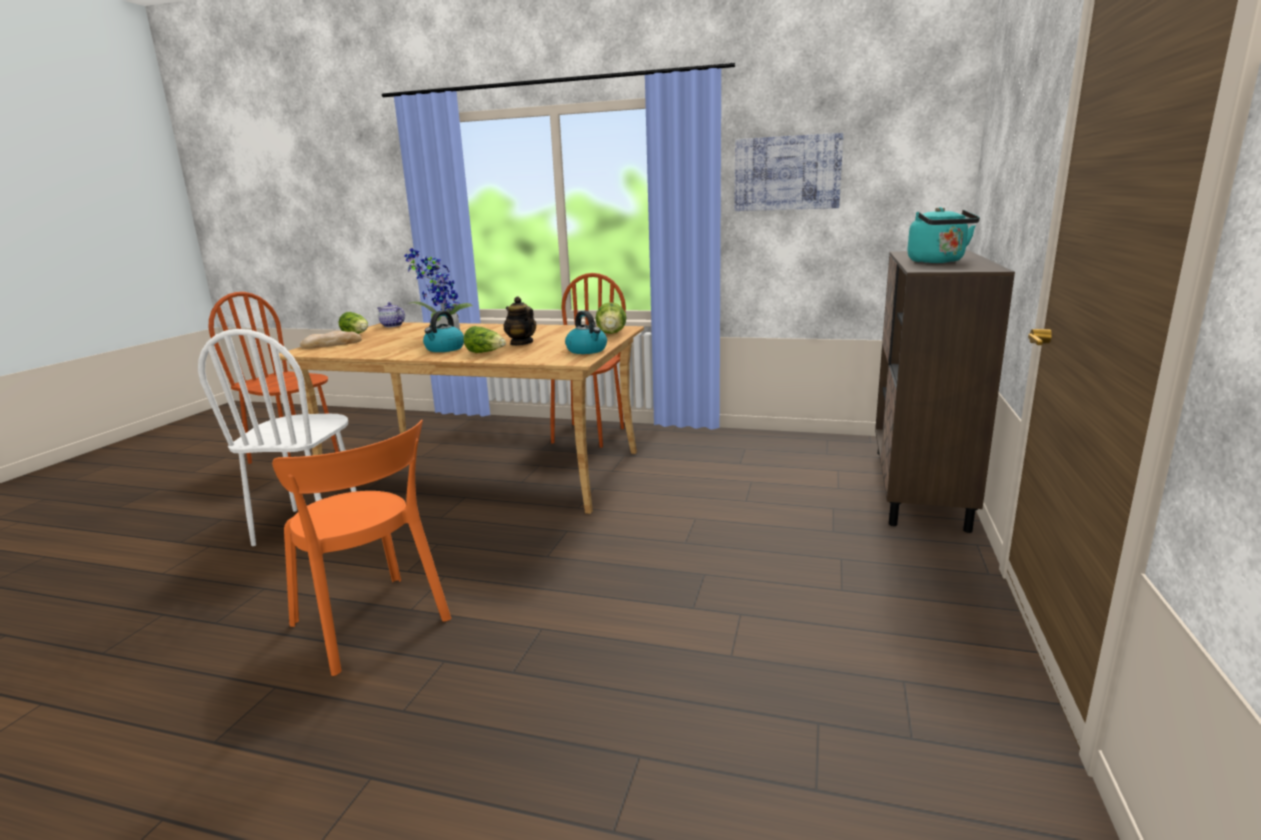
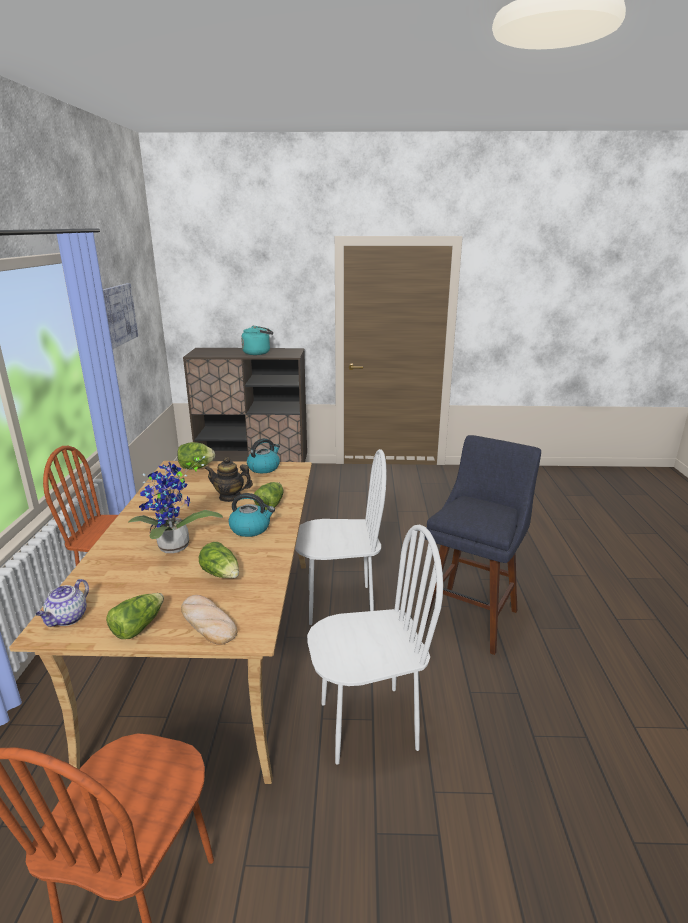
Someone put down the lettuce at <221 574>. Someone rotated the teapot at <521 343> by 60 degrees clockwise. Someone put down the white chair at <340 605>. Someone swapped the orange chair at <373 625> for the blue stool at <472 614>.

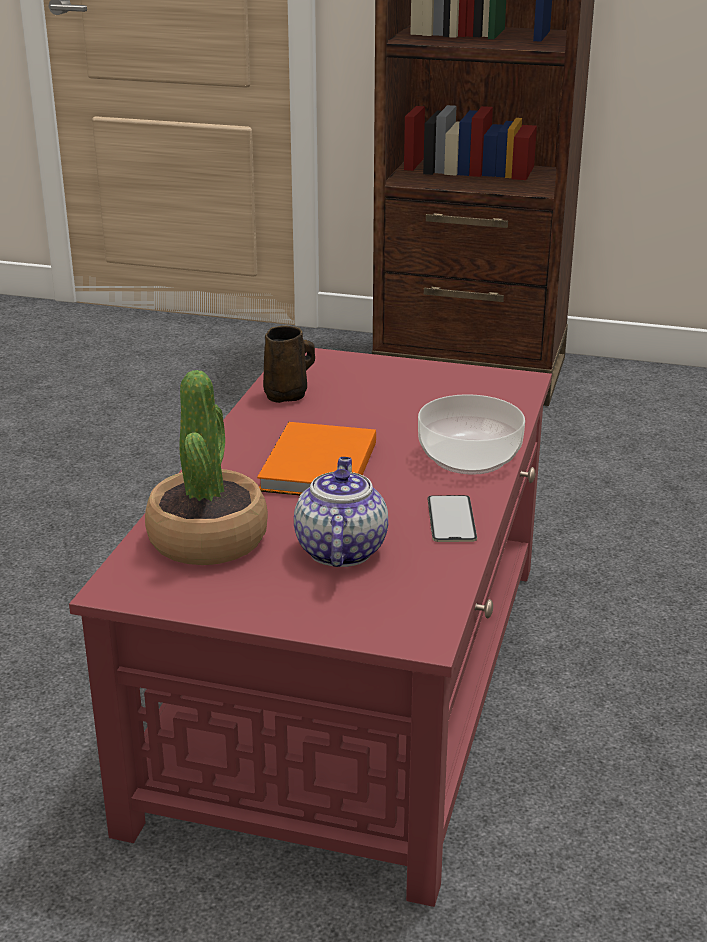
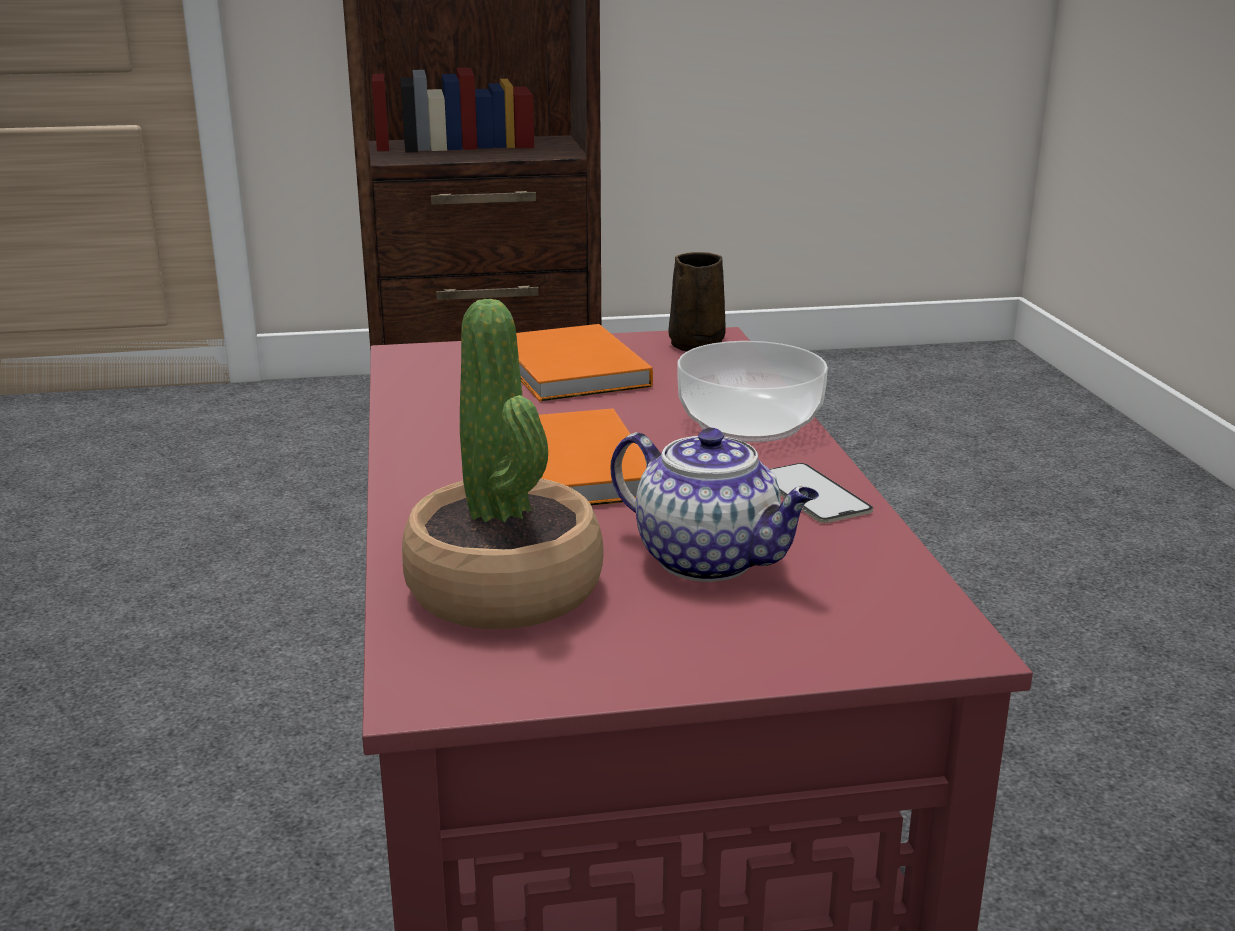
Someone put down the orange book at <570 371>. Someone rotated the teapot at <340 550> by 150 degrees clockwise. Someone carried the brown mug from <288 395> to <698 343>.

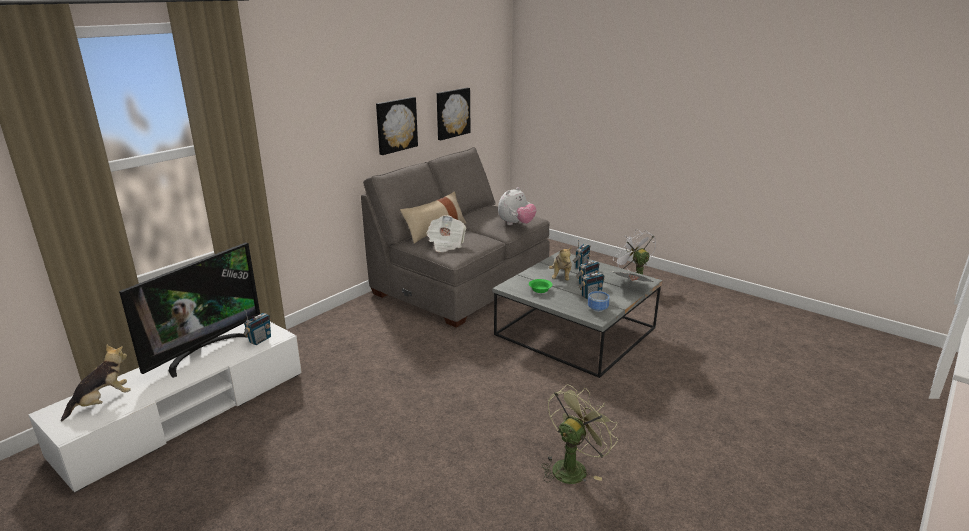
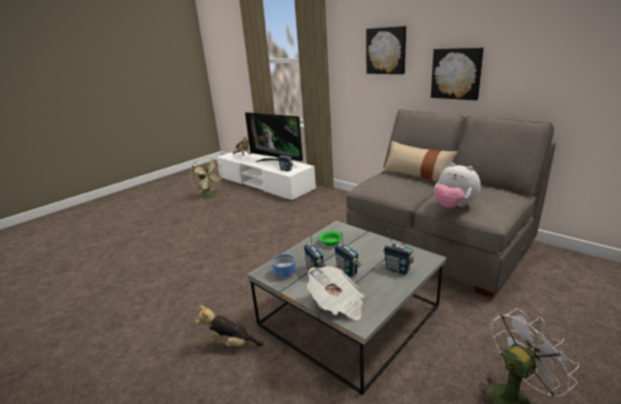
Someone carried the green fan from <573 467> to <210 195>. Someone carried the plush toy from <561 277> to <231 344>. Someone carried the picture from <452 113> to <386 50>. Someone took away the newspaper at <446 244>.

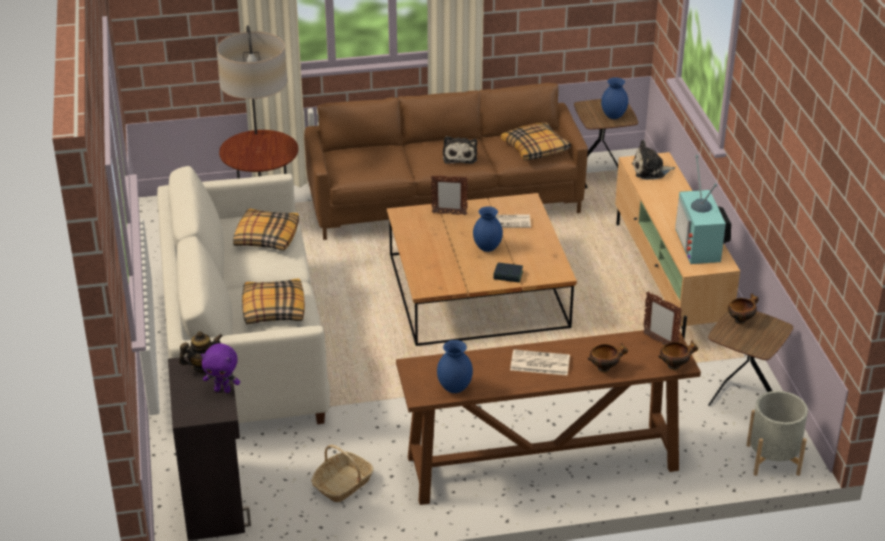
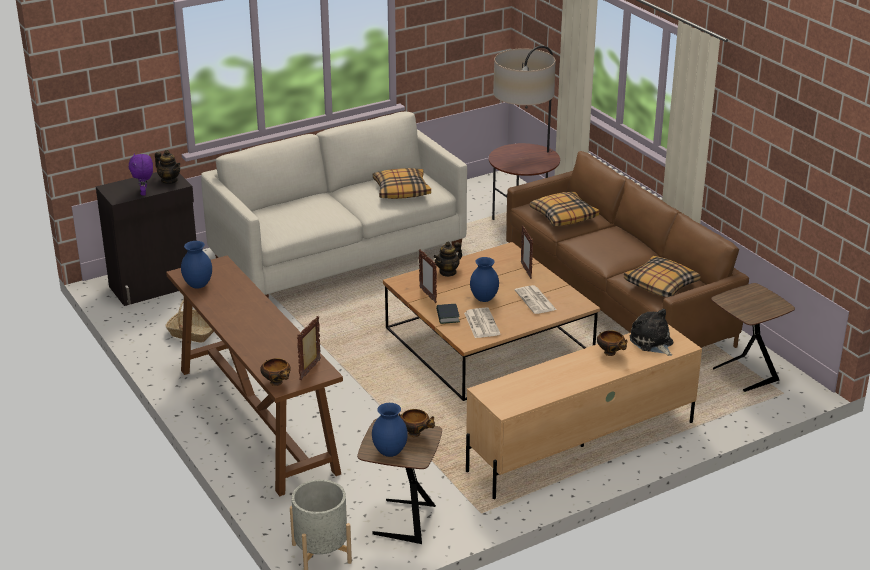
Someone carried the blue vase from <613 117> to <389 452>. Someone put down the picture frame at <428 295>. Someone put down the teapot at <448 272>. Someone carried the newspaper from <539 363> to <481 323>. Someone carried the pillow from <273 309> to <563 216>. Someone carried the bowl from <605 368> to <611 353>. Someone took away the plush toy at <460 156>. Someone took away the television at <701 245>.

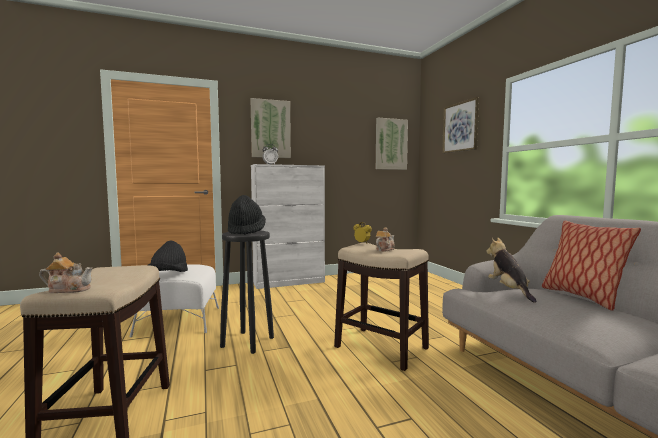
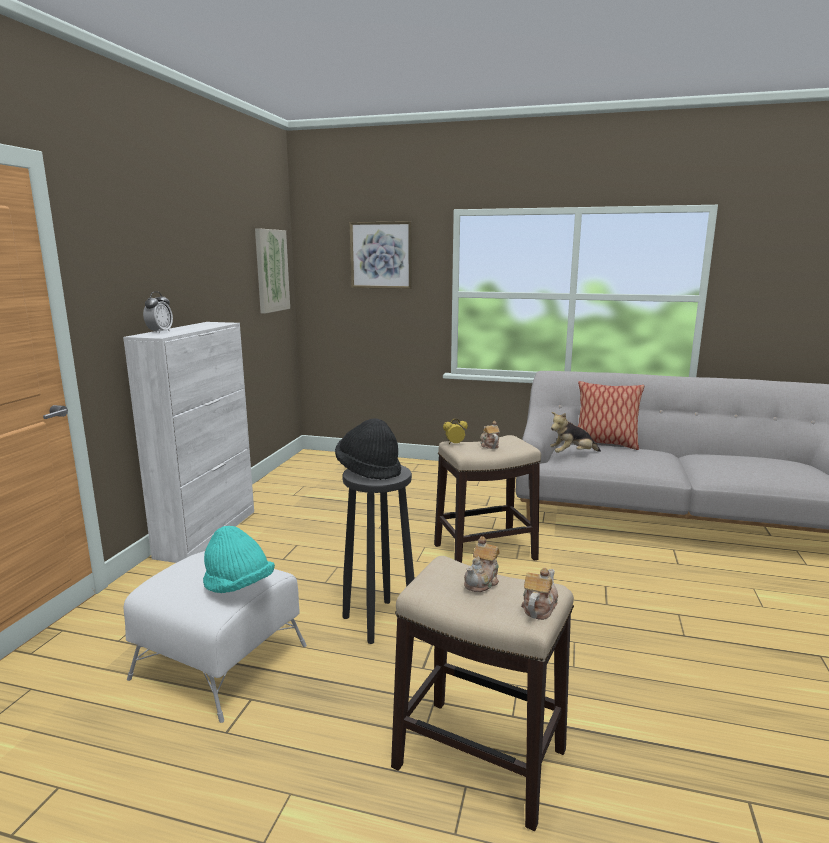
Someone repainted the black hat at <169 275>, which became the turquoise hat at <238 586>. Someone put down the teapot at <482 581>. Someone rotated the plush toy at <509 291> by 45 degrees counterclockwise. Someone took away the picture at <270 129>.

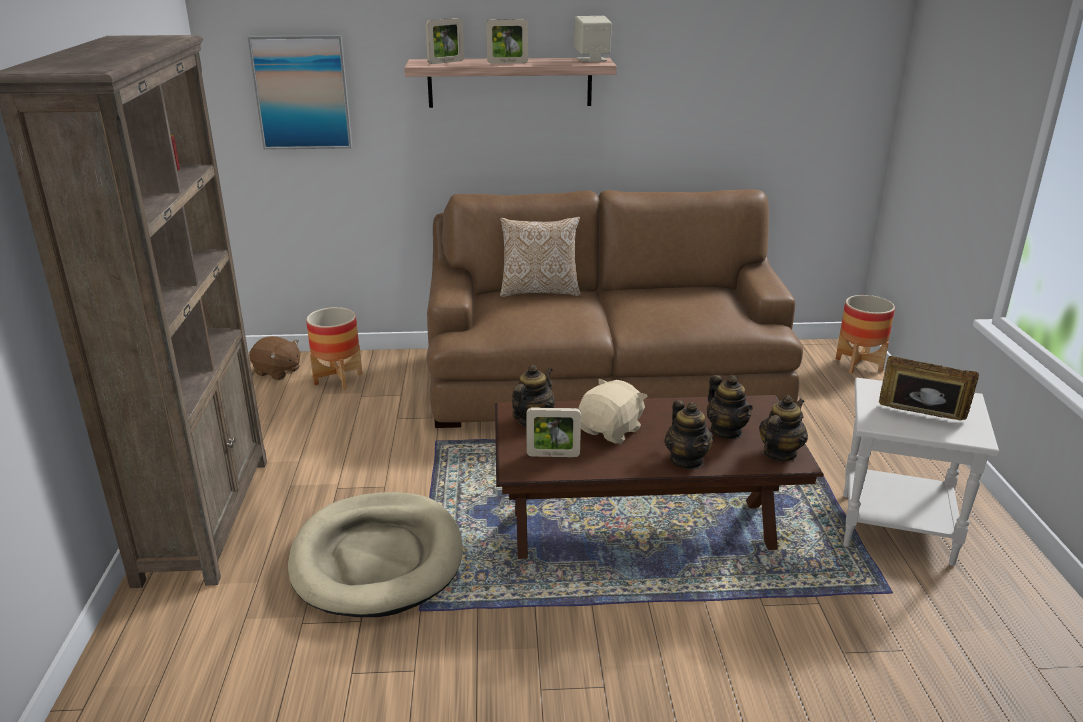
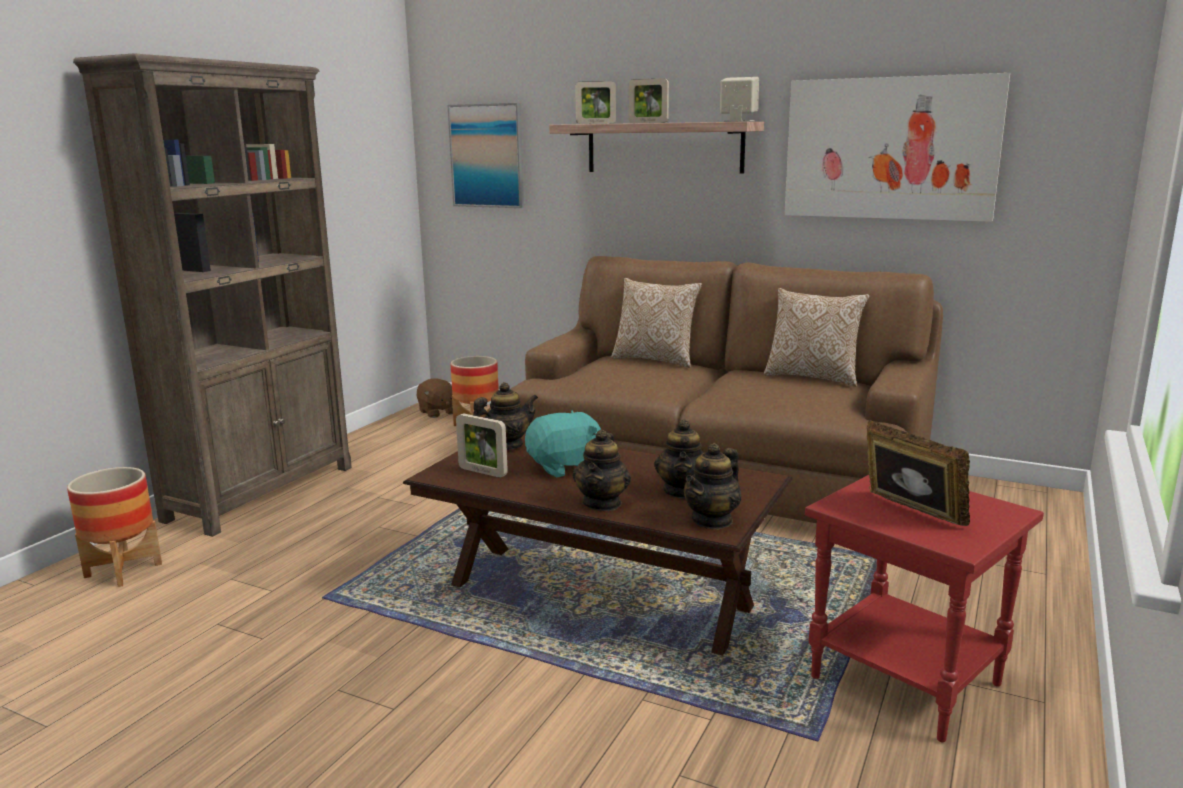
Someone carried the planter from <859 365> to <123 570>. Someone repainted the beige plush toy at <611 431>, which became the turquoise plush toy at <565 467>. Someone rotated the teapot at <779 453> by 150 degrees clockwise. Someone put down the pillow at <813 377>. Someone put up the picture at <890 148>. Someone repainted the white side table at <894 529>, which became the red side table at <902 681>. Someone took away the beige dog bed at <377 559>.

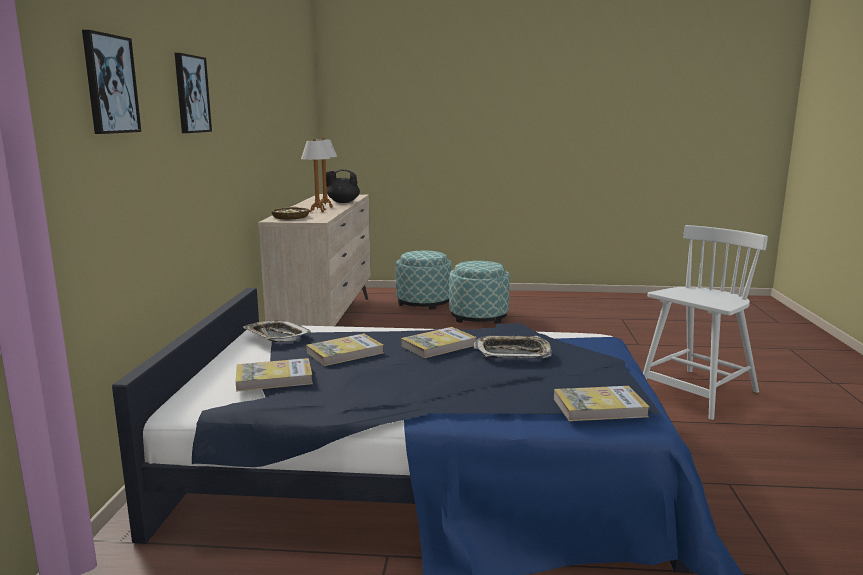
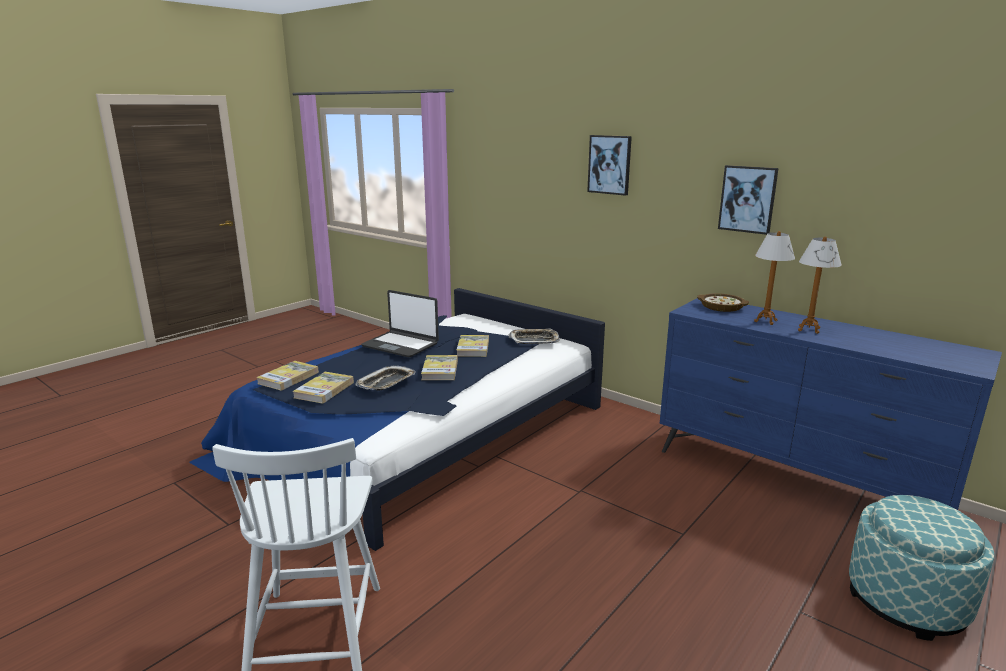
Someone carried the book from <274 378> to <324 390>. Someone put down the laptop at <401 345>. Someone repainted the beige dresser at <327 324>, which became the blue dresser at <795 480>. Someone carried the picture from <110 84> to <747 199>. Someone took away the black teapot at <342 202>. Someone took away the ottoman at <478 316>.

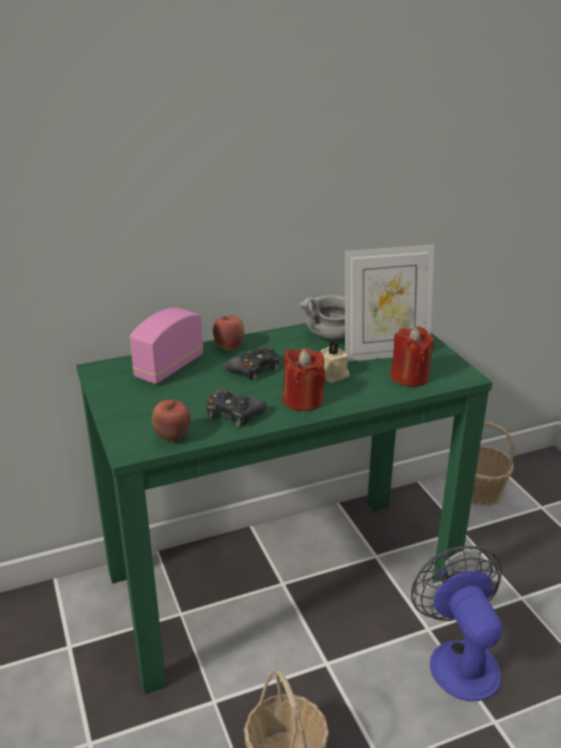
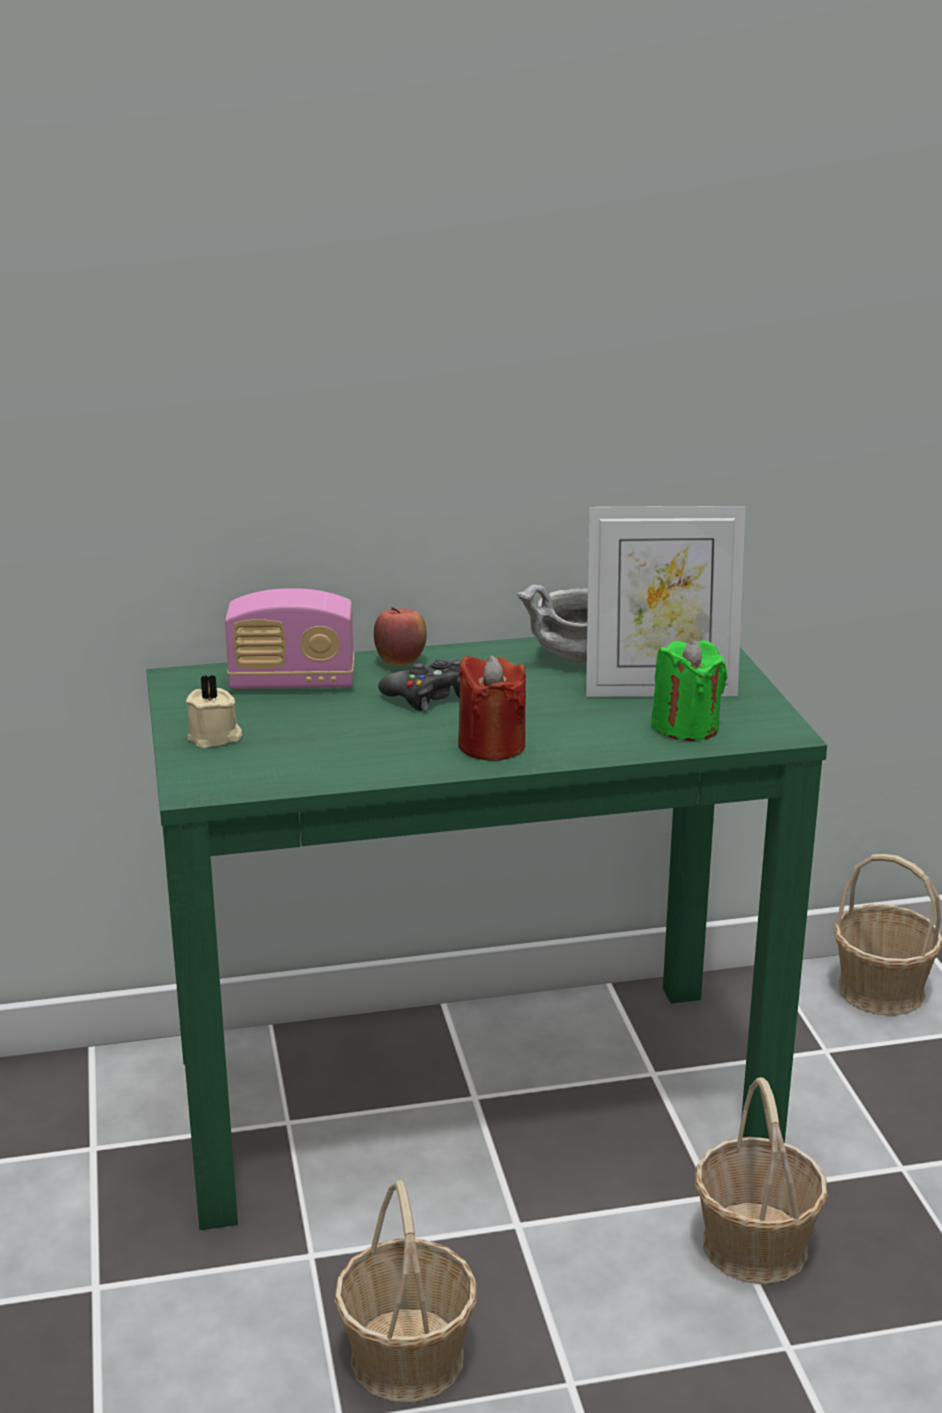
Someone carried the beige candle from <334 375> to <215 737>. Someone rotated the radio at <169 367> by 135 degrees counterclockwise. Someone repainted the red candle at <409 377>, which became the green candle at <686 727>. Someone swapped the fan at <458 658> for the basket at <754 1246>. Someone took away the apple at <172 437>. Someone took away the black game controller at <233 414>.

